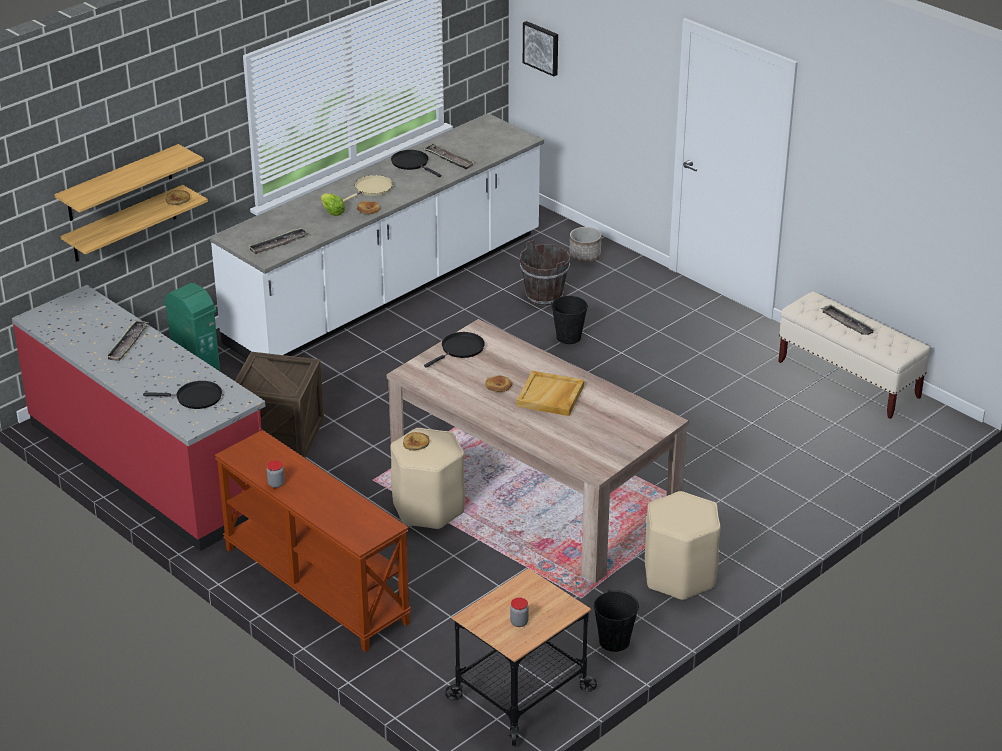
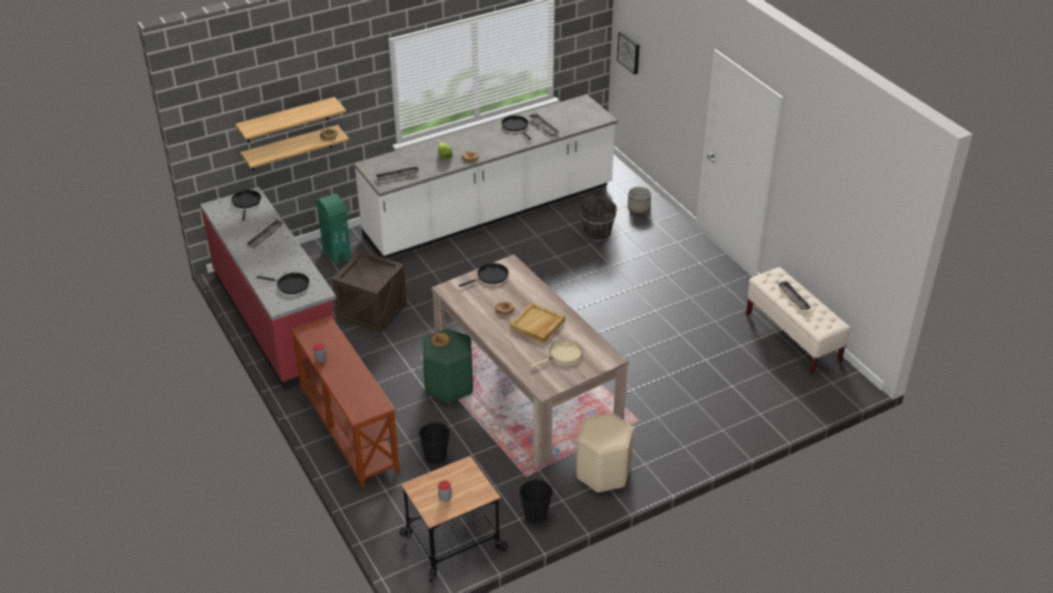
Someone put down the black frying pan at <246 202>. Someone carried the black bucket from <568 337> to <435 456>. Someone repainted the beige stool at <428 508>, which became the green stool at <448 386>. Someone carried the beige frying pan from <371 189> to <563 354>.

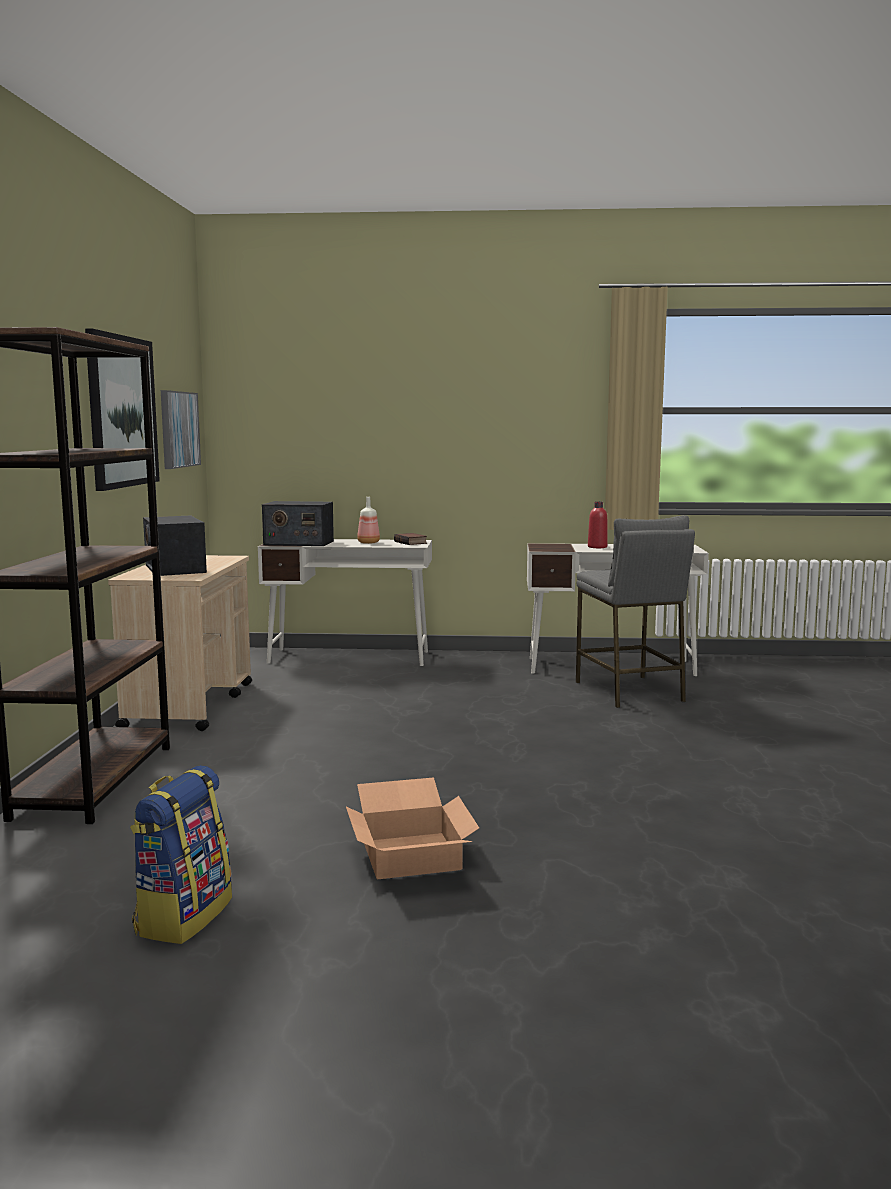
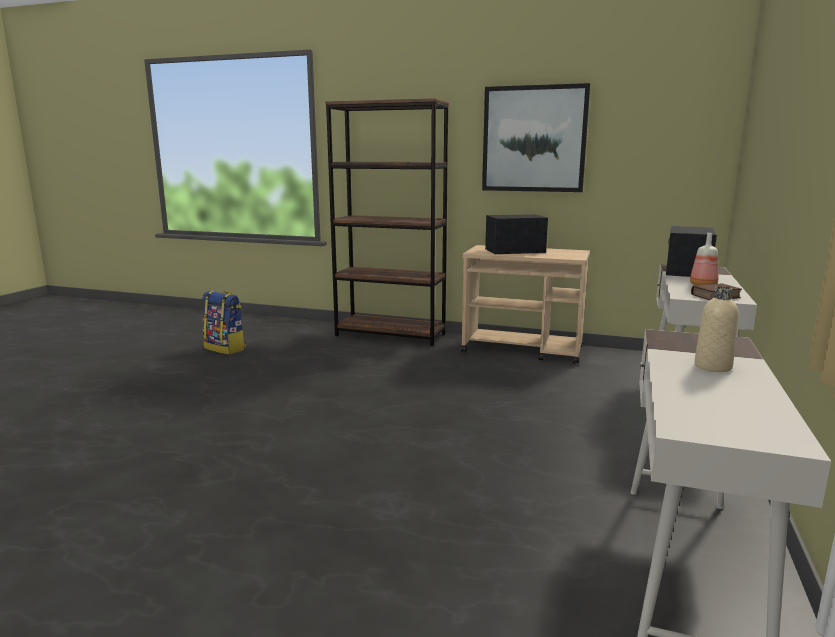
Someone repainted the red bottle at <597 547>, which became the beige bottle at <713 366>. Someone took away the picture at <178 429>. Someone took away the cardboard box at <409 854>. Someone took away the grey stool at <629 692>.

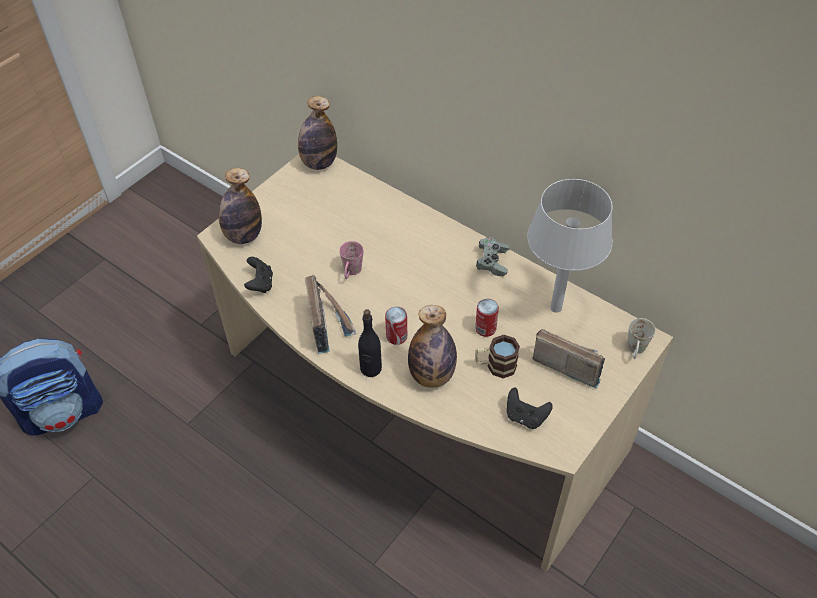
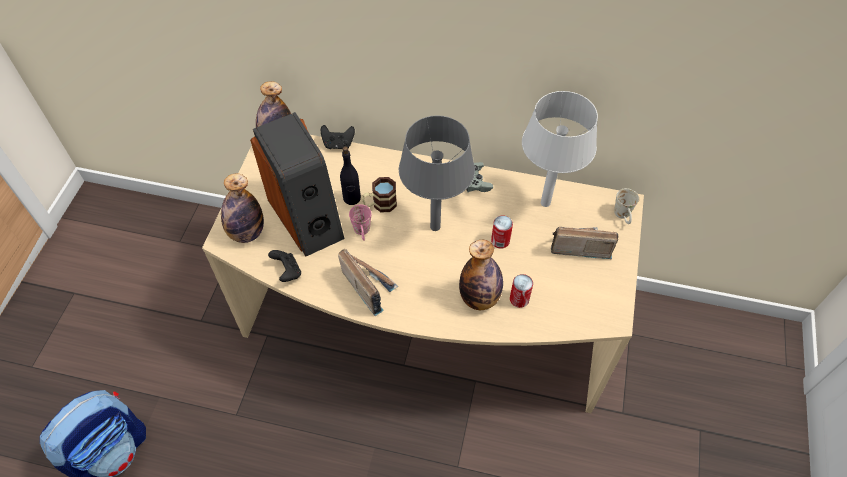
Someone put down the speaker at <307 217>. Someone carried the black game controller from <525 417> to <338 144>. Someone carried the black bottle from <370 369> to <352 198>. Someone carried the mug from <495 366> to <380 205>. Someone put down the grey table lamp at <436 226>. Someone carried the can from <396 336> to <519 299>.

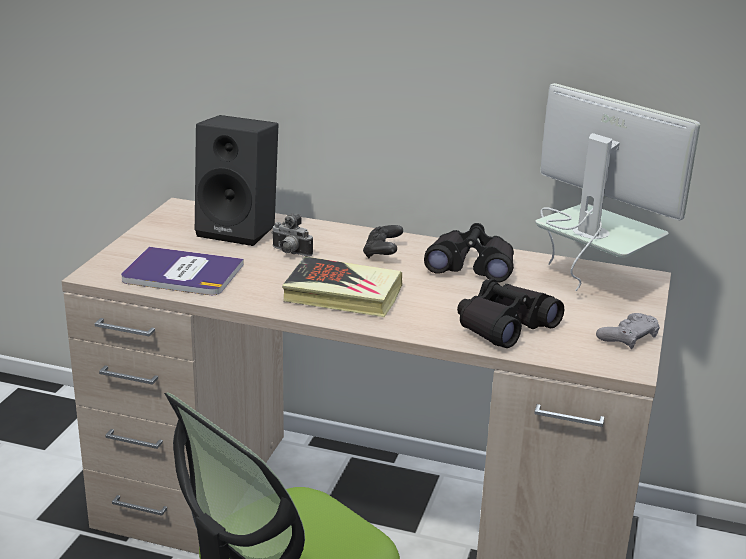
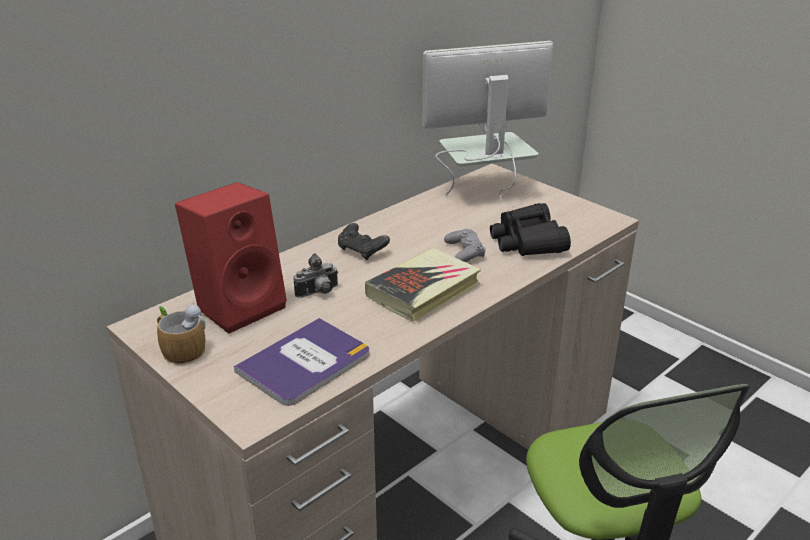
Someone put down the mug at <180 348>. Someone repainted the black speaker at <240 230>, which became the red speaker at <240 305>. Someone carried the grey game controller from <628 337> to <464 252>. Someone took away the black binoculars at <471 266>.

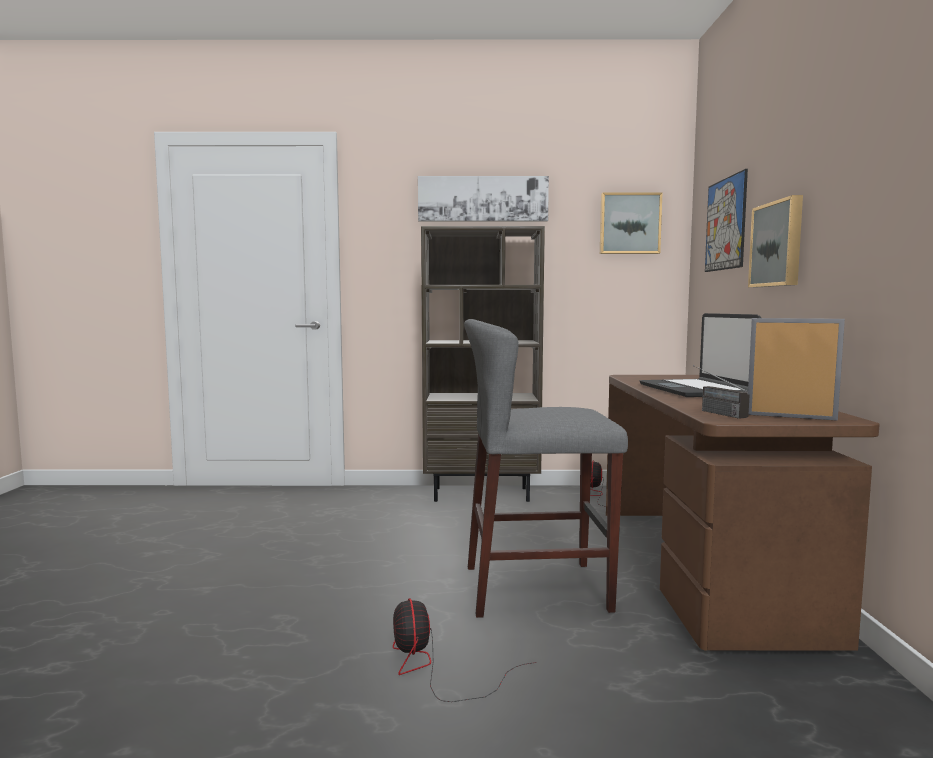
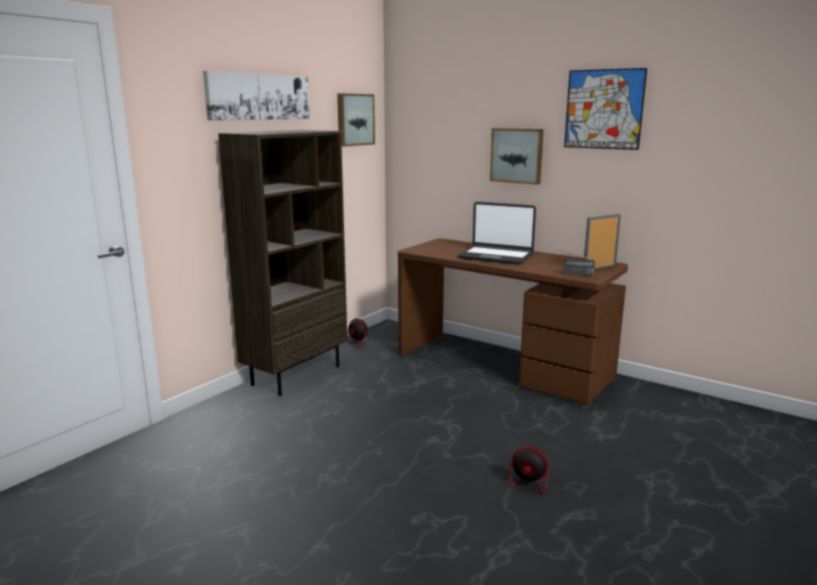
Someone carried the picture from <725 224> to <603 109>. Someone took away the grey stool at <536 588>.

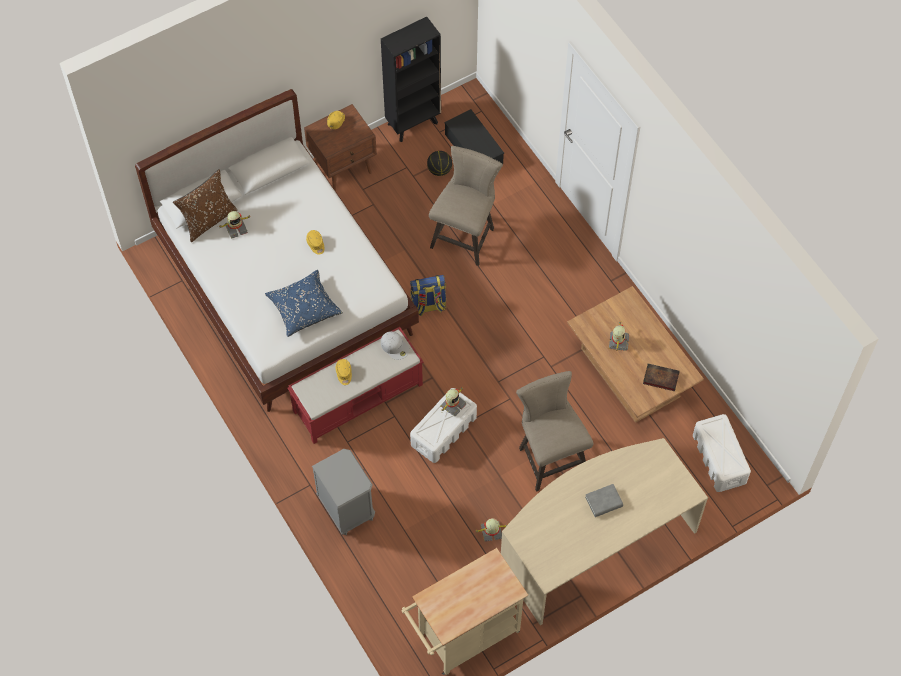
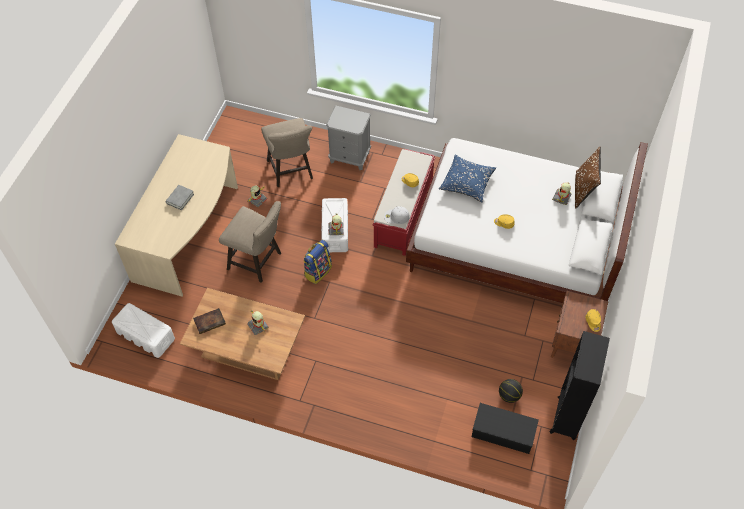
Someone carried the beige stool from <465 235> to <291 172>. Someone carried the backpack from <428 306> to <317 271>. Someone took away the beige cart at <463 637>.

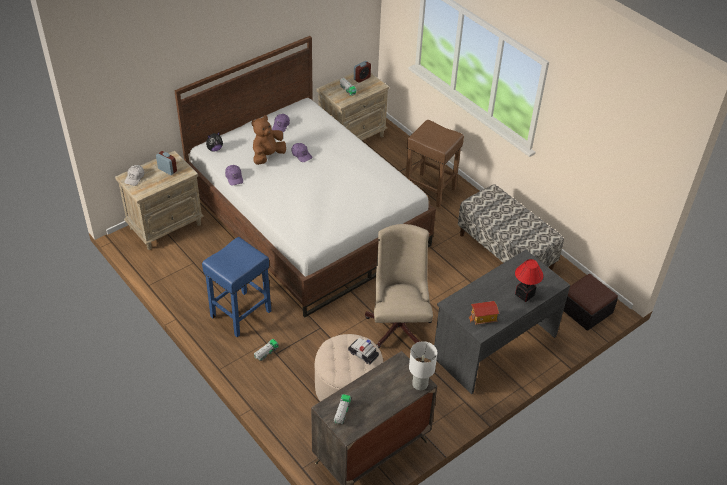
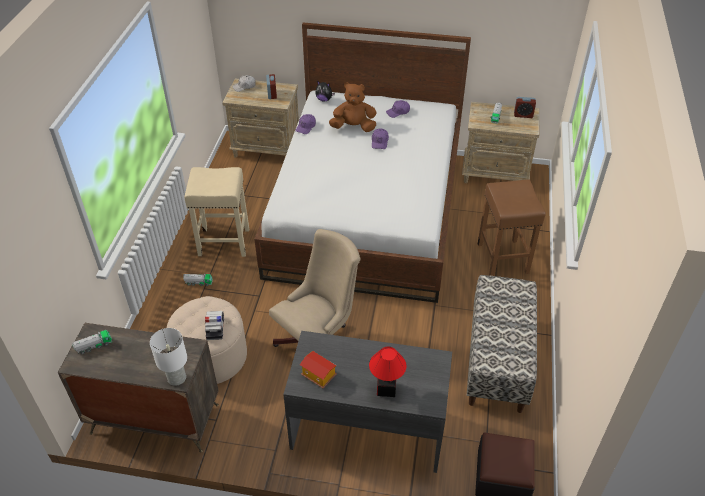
Someone repainted the blue stool at <240 314>, which became the beige stool at <223 242>.

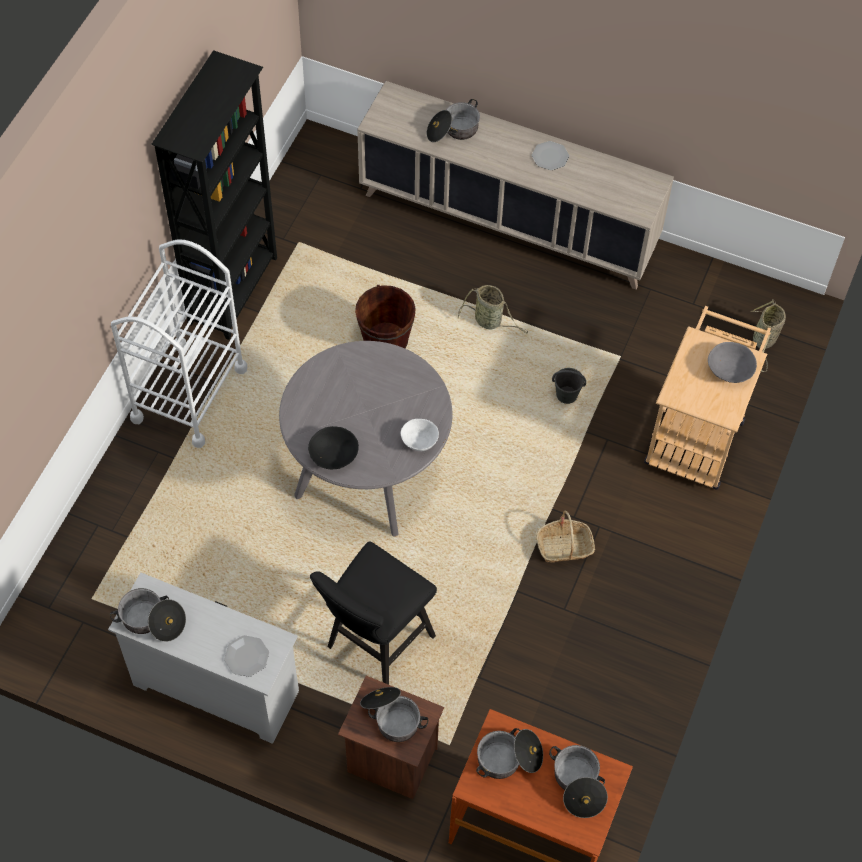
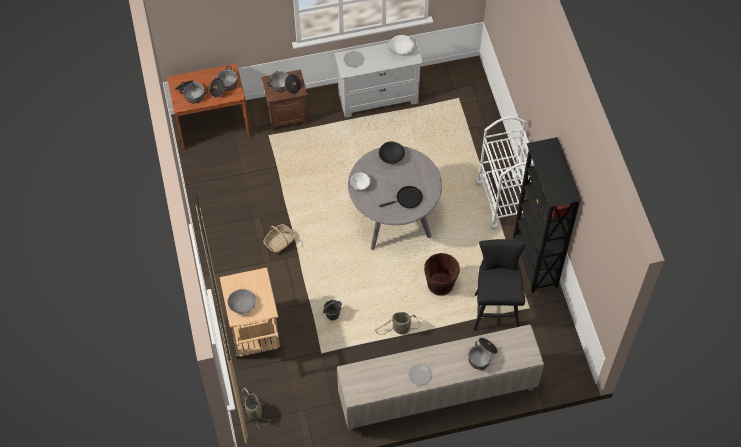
Someone put down the black frying pan at <407 199>. Someone swapped the cooking pot at <152 621> for the white bowl at <401 49>. Someone carried the black stool from <375 645> to <495 308>.

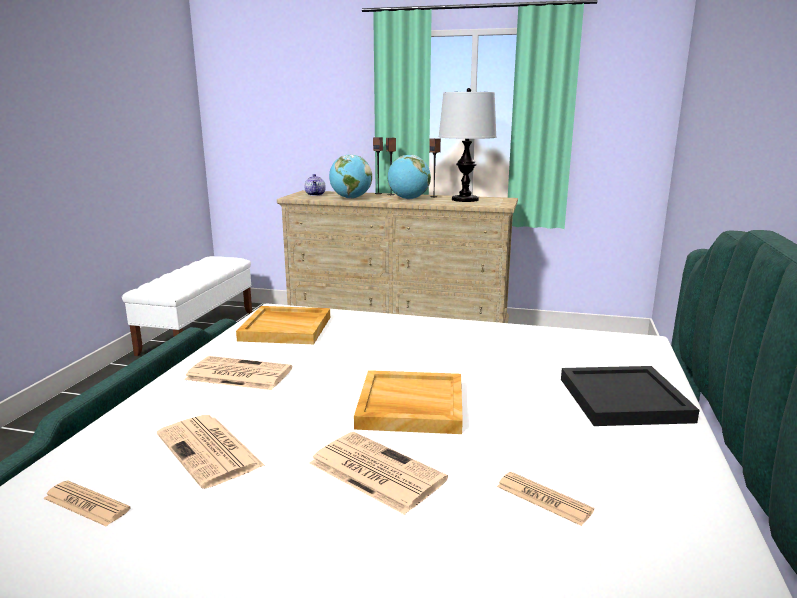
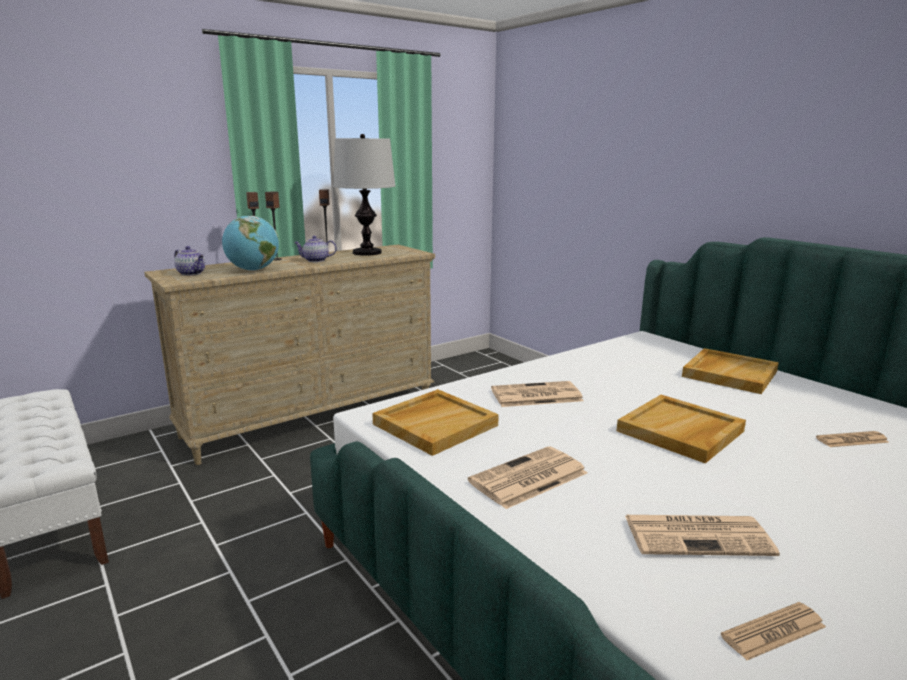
Someone swapped the globe at <409 199> for the teapot at <315 260>. Someone carried the newspaper from <374 471> to <535 395>. Someone repainted the black tray at <624 399>, which became the beige tray at <729 373>.

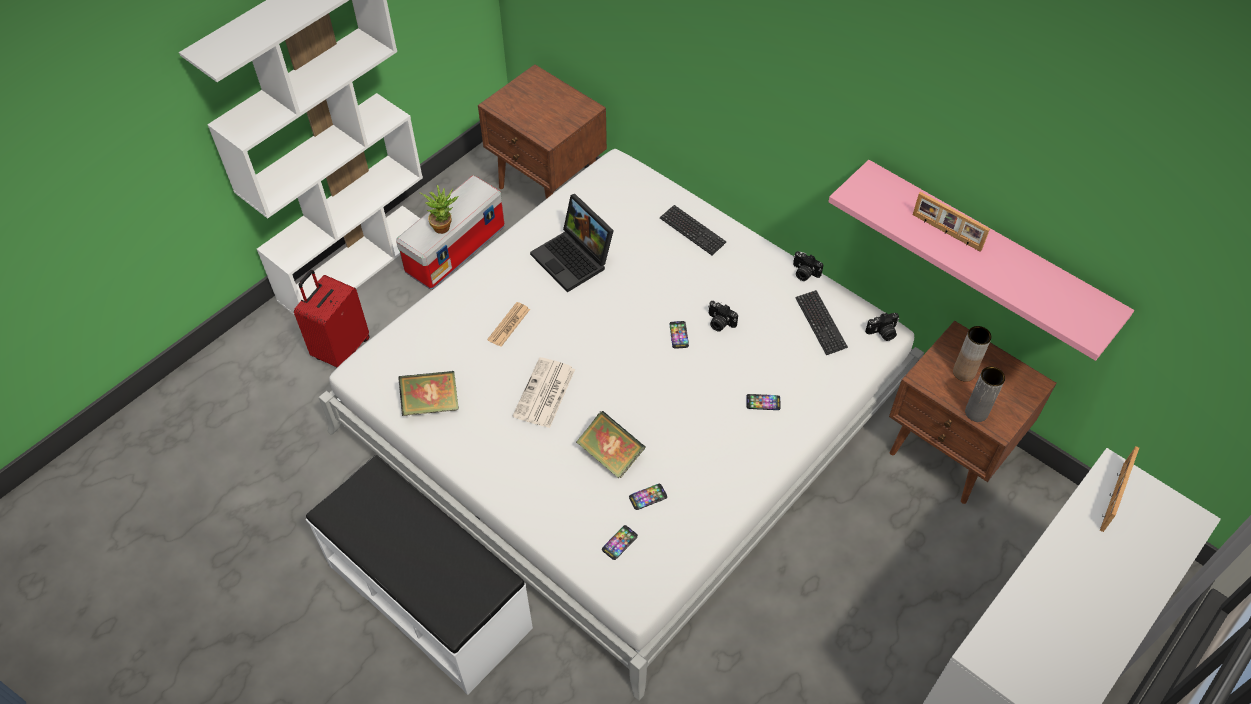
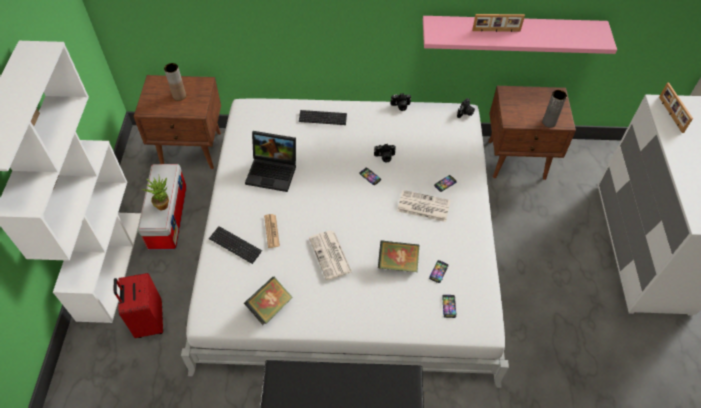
Someone carried the brown vase from <964 372> to <179 96>. Someone carried the keyboard from <820 323> to <235 245>. Someone put down the newspaper at <423 206>.

